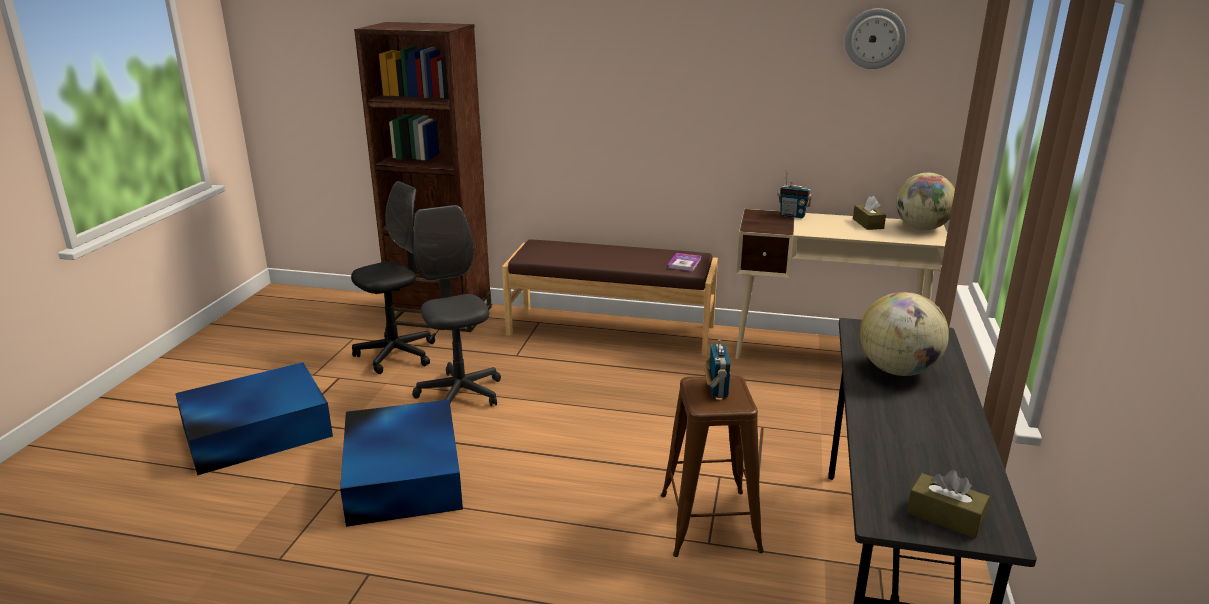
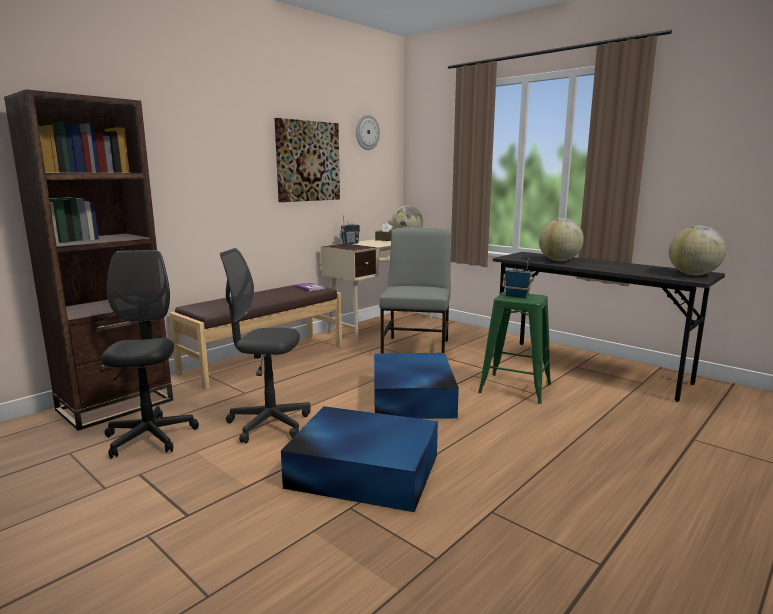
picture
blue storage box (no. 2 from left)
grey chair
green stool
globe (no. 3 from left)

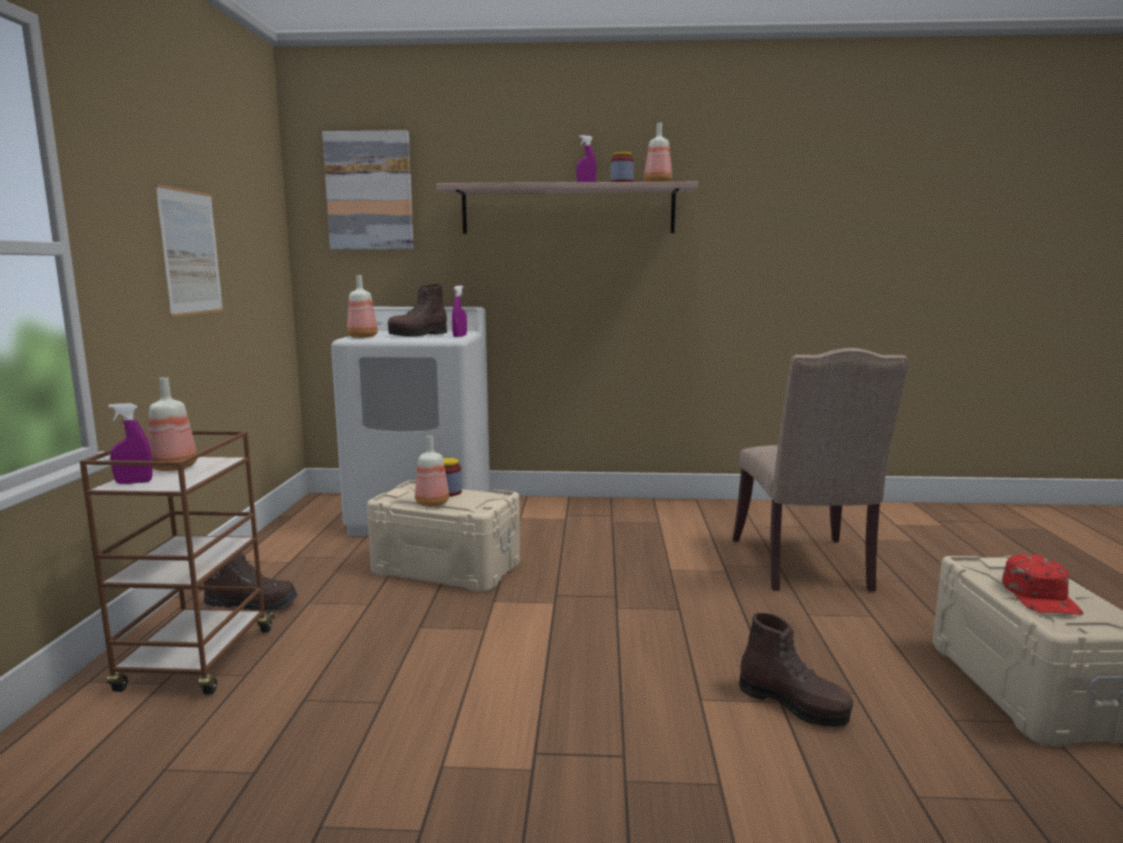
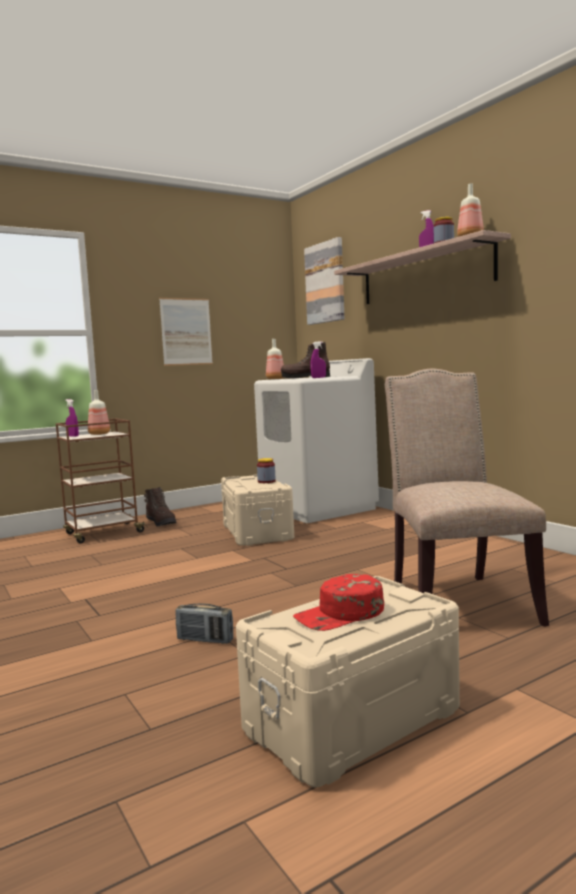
radio
beige chair
bottle (no. 3 from left in the first image)

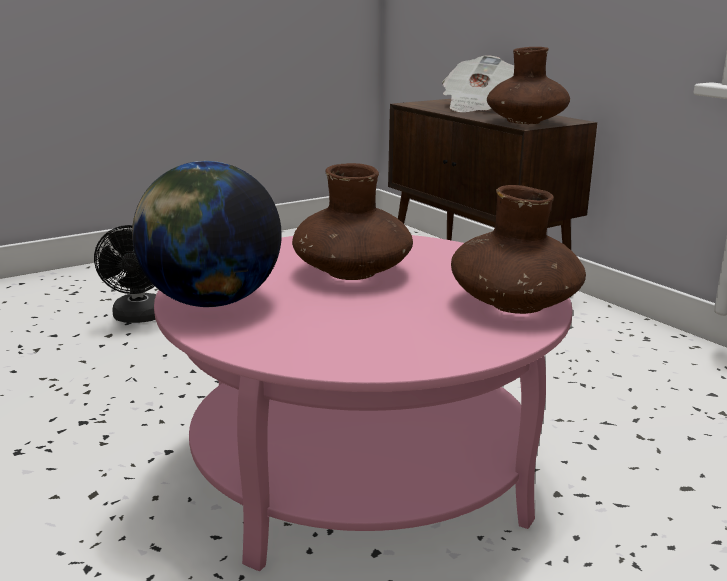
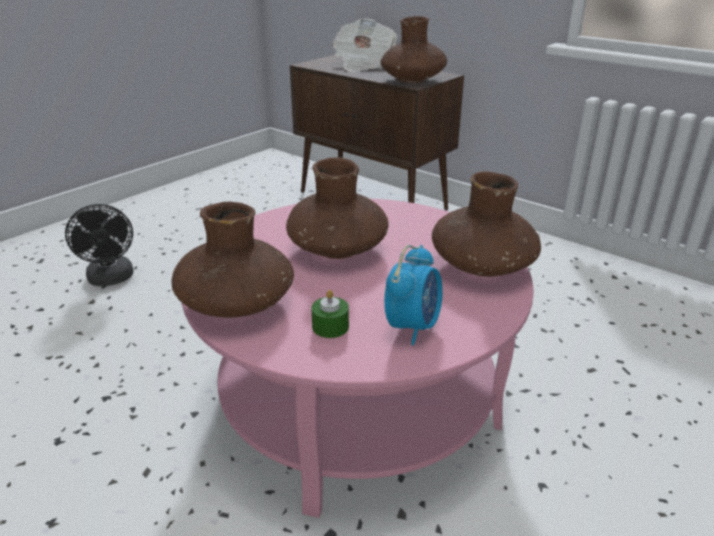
brown vase (no. 1 from left)
green candle
alarm clock

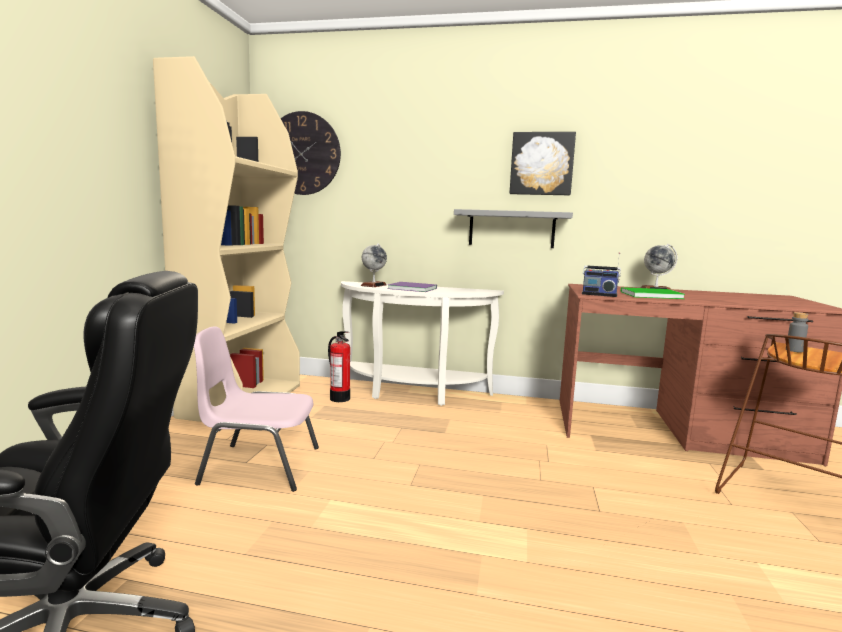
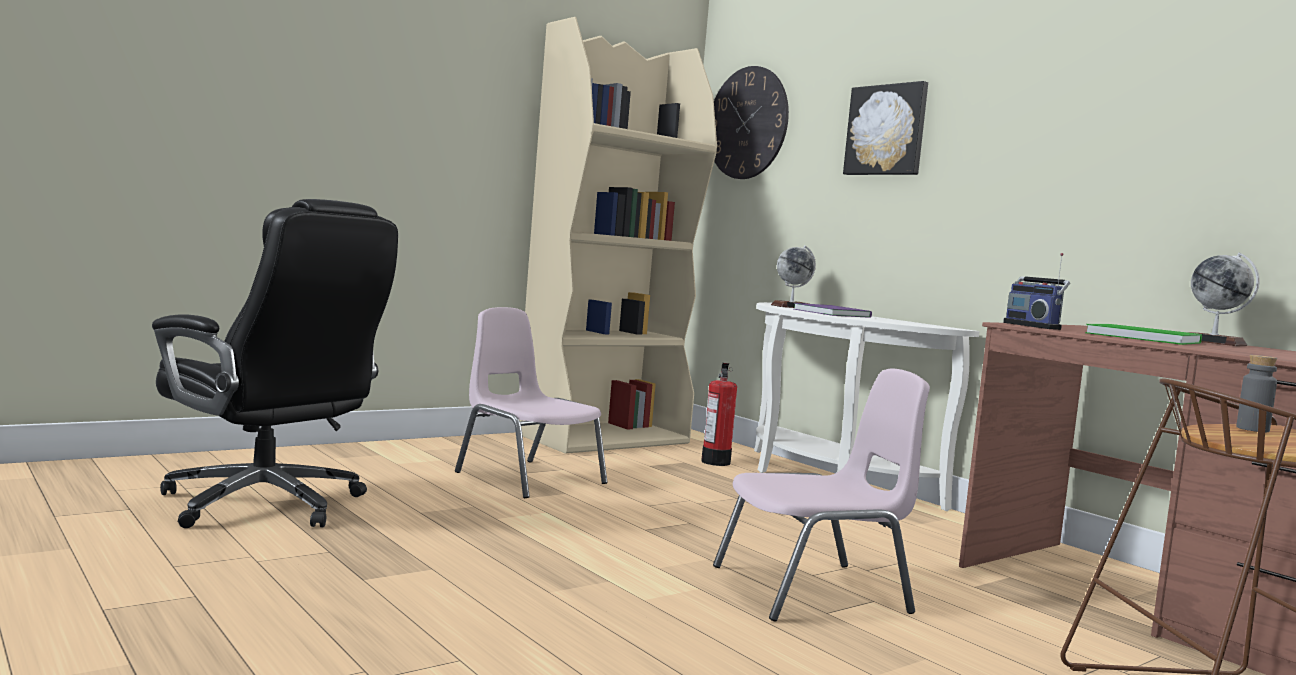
pink chair (no. 2 from left)
picture
grey shelf

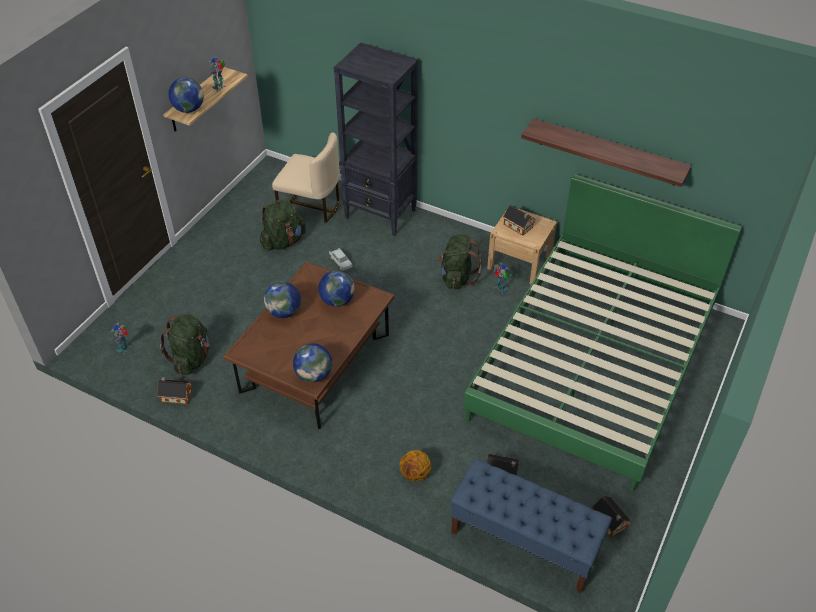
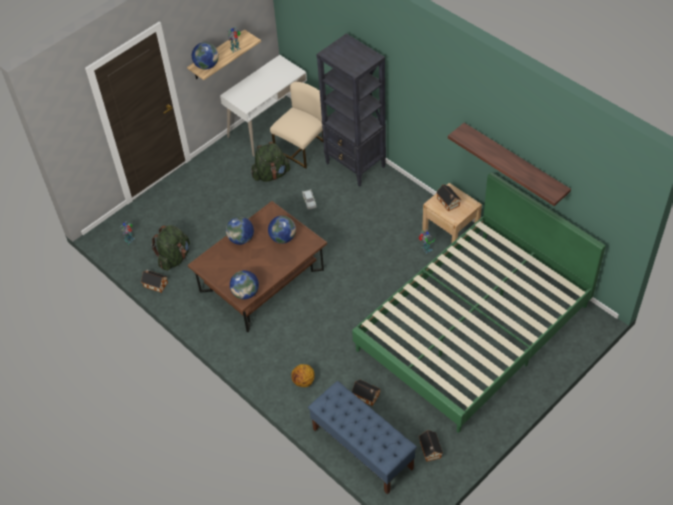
white desk
beige chair
green backpack (no. 3 from left in the first image)

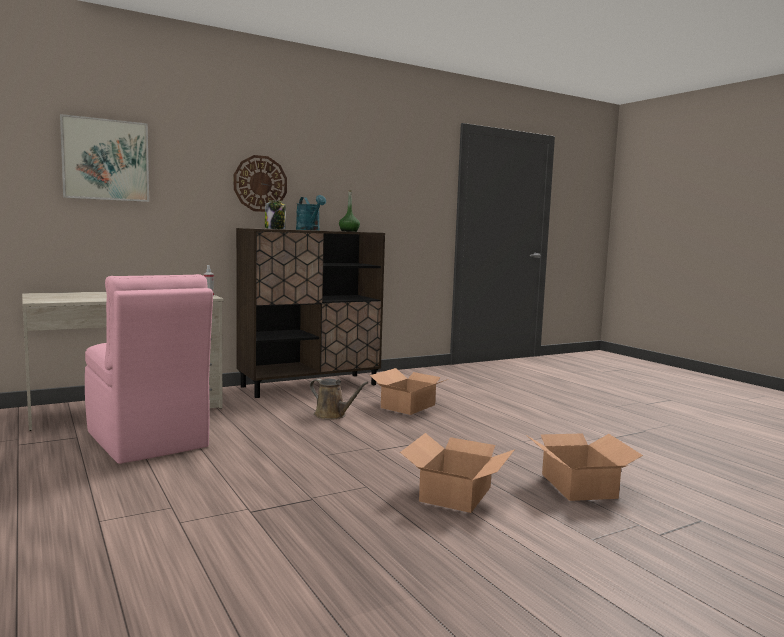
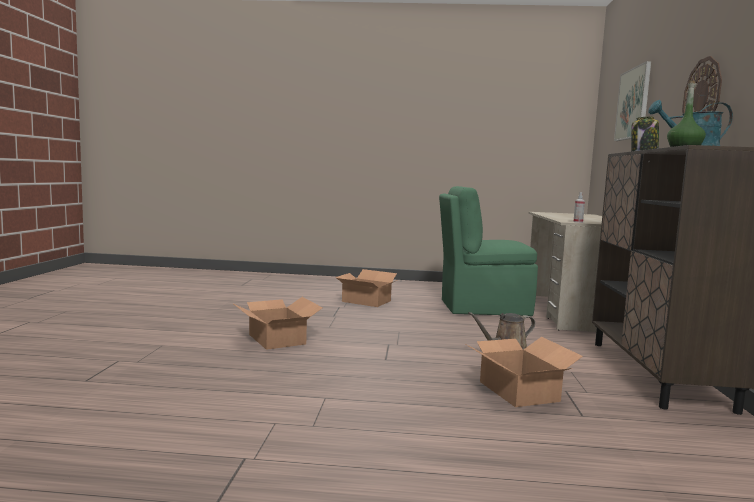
cardboard box (no. 2 from left)
green chair

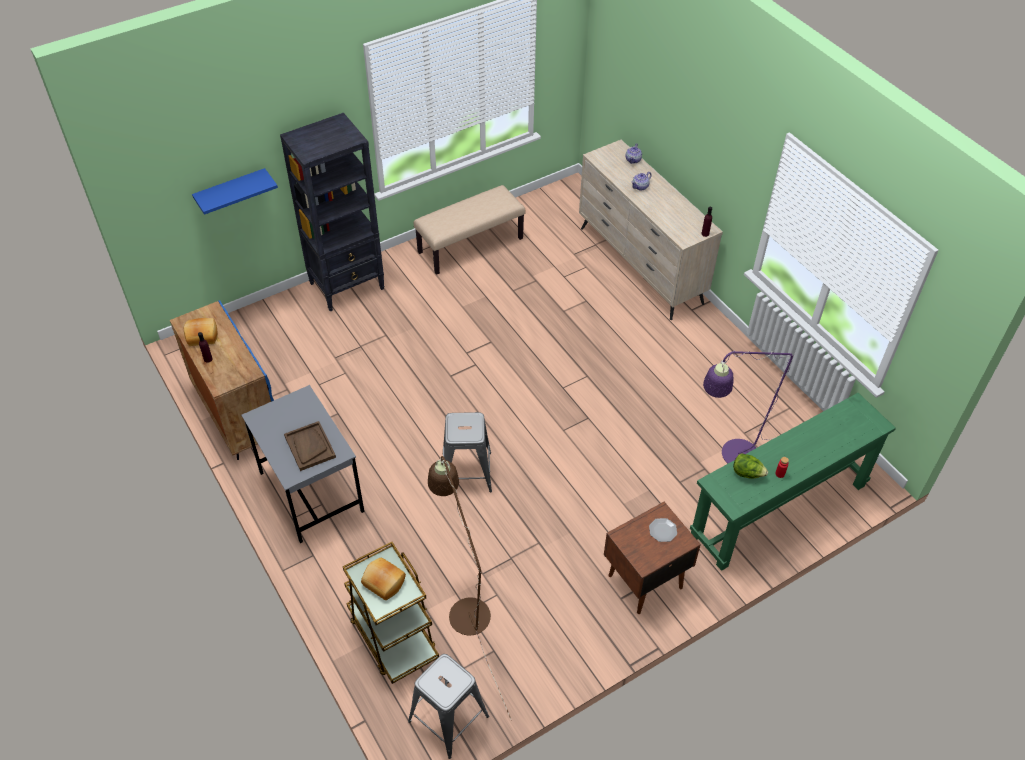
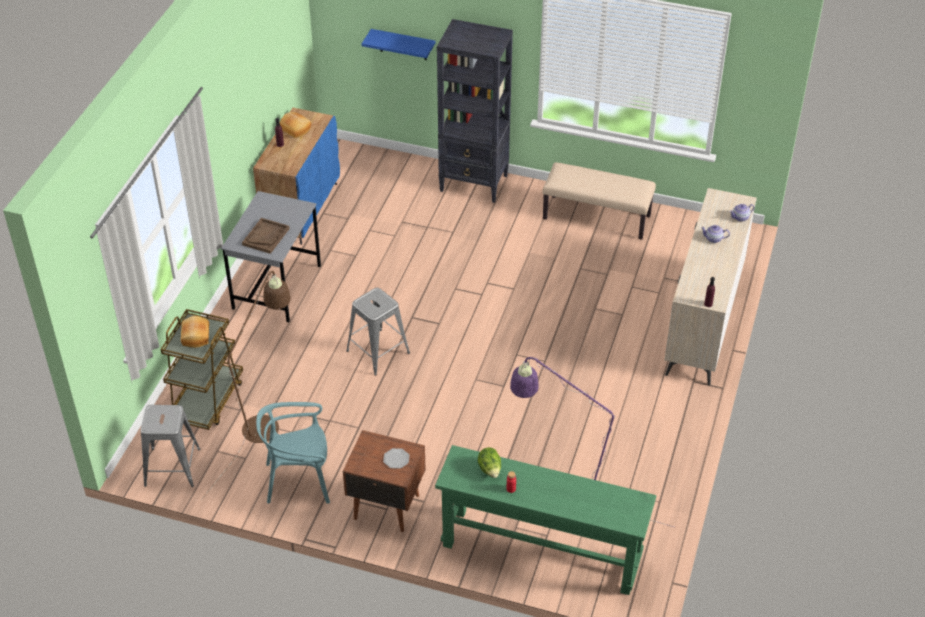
turquoise chair

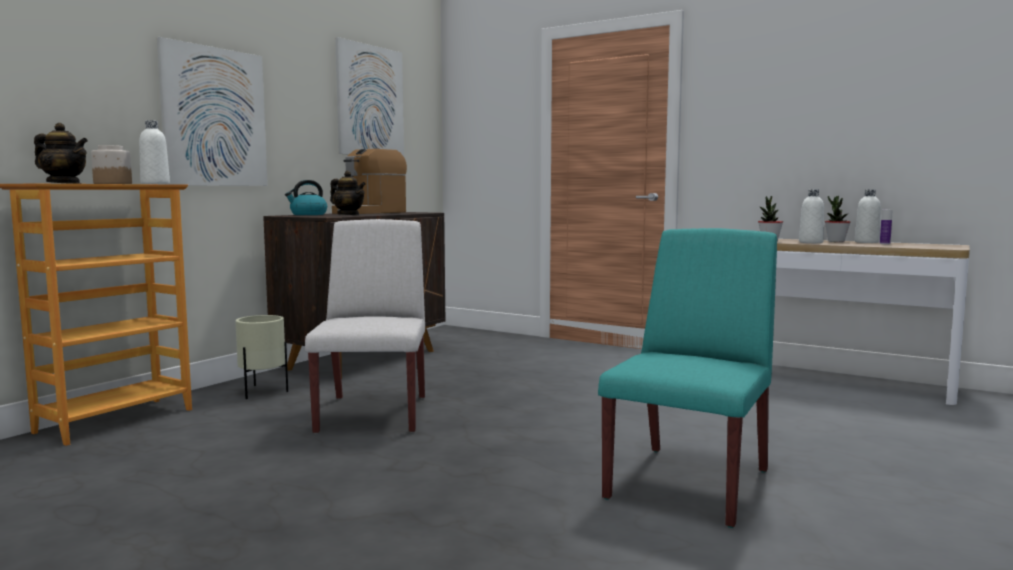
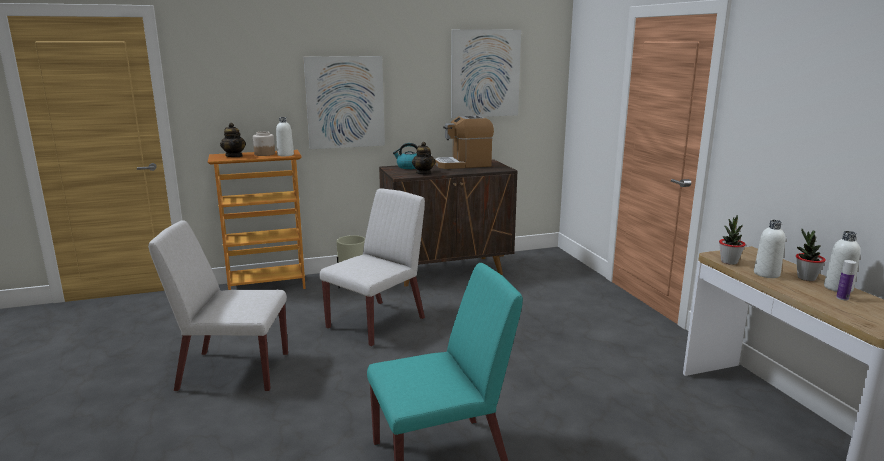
white chair (no. 1 from left)

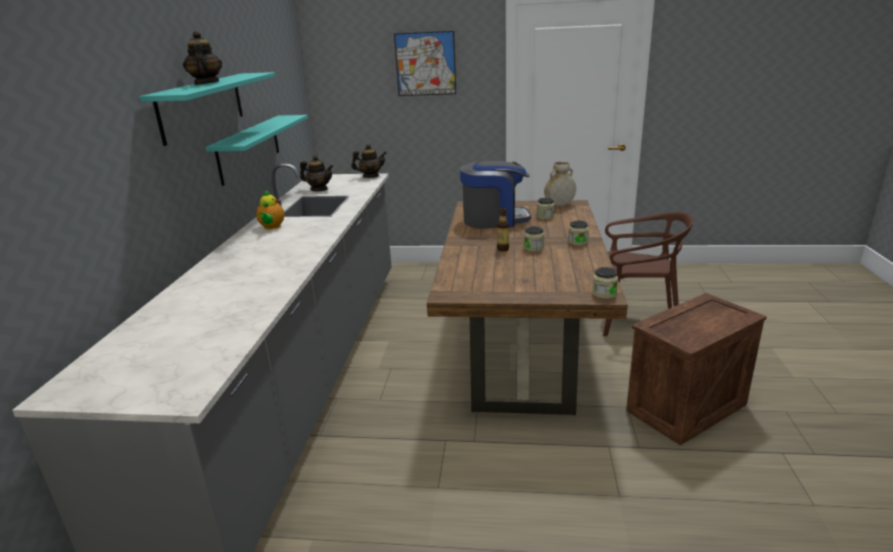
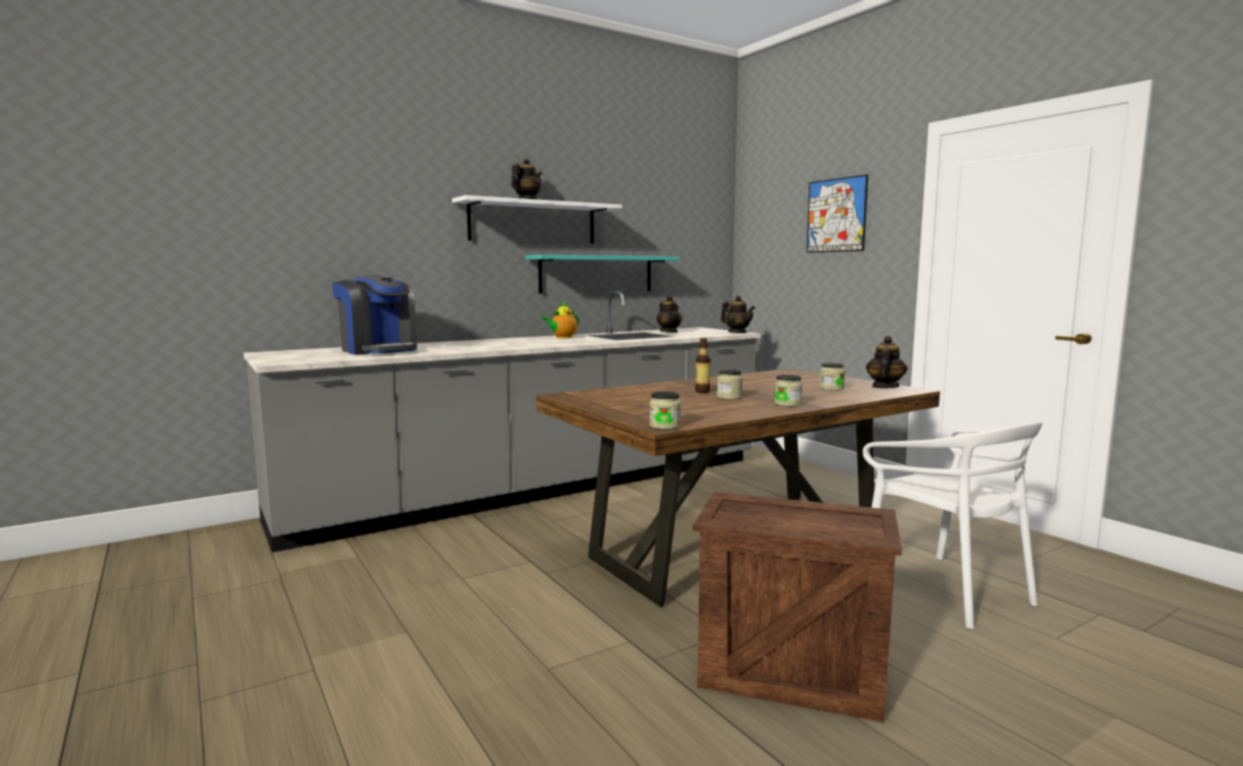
coffee machine
white shelf
white chair
teapot (no. 5 from left)

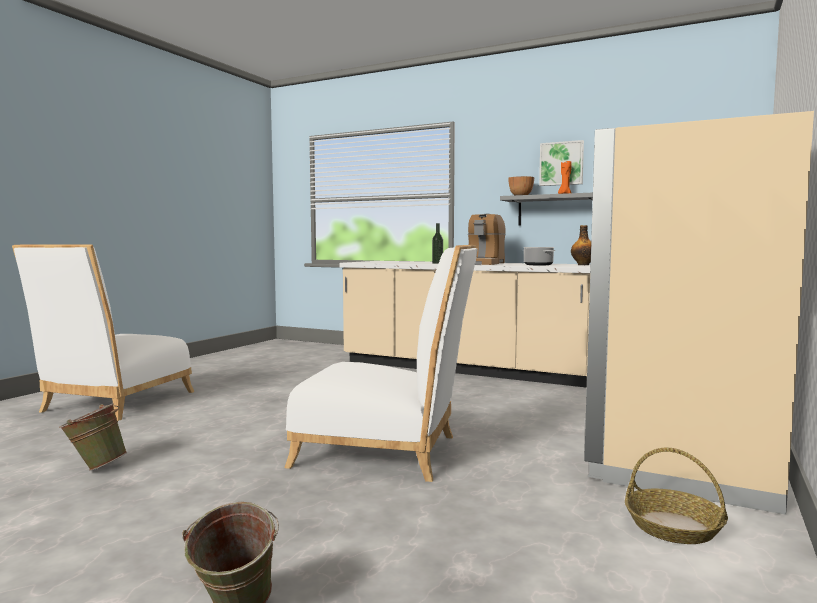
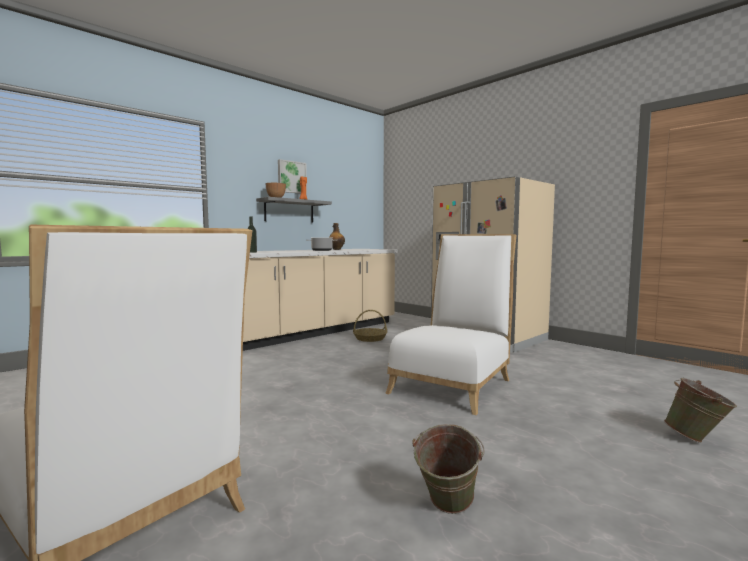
basket
coffee machine

